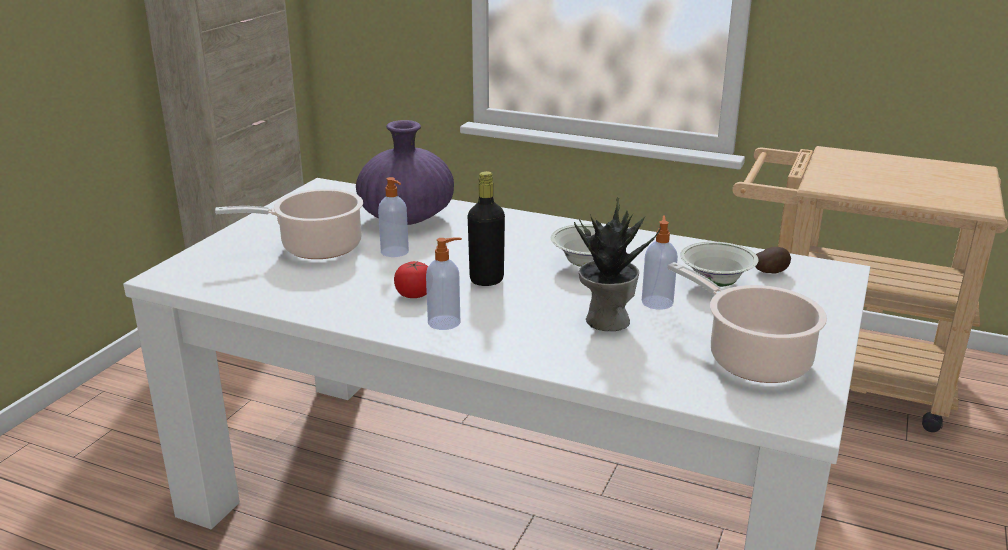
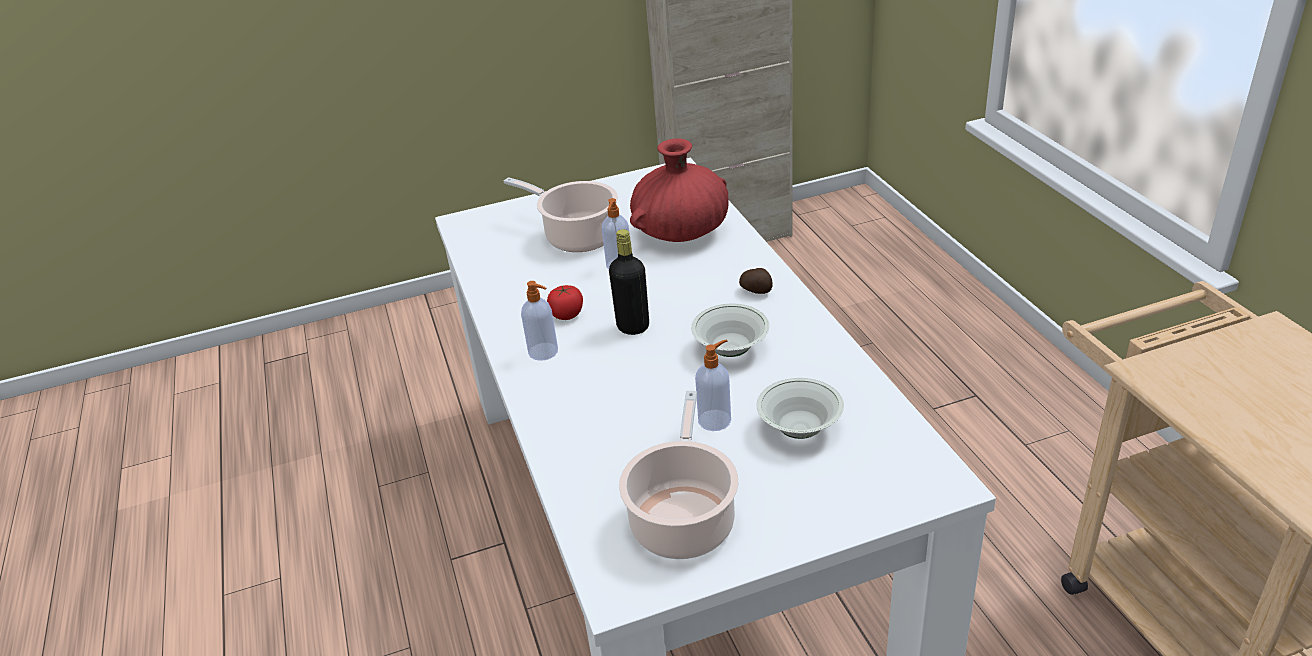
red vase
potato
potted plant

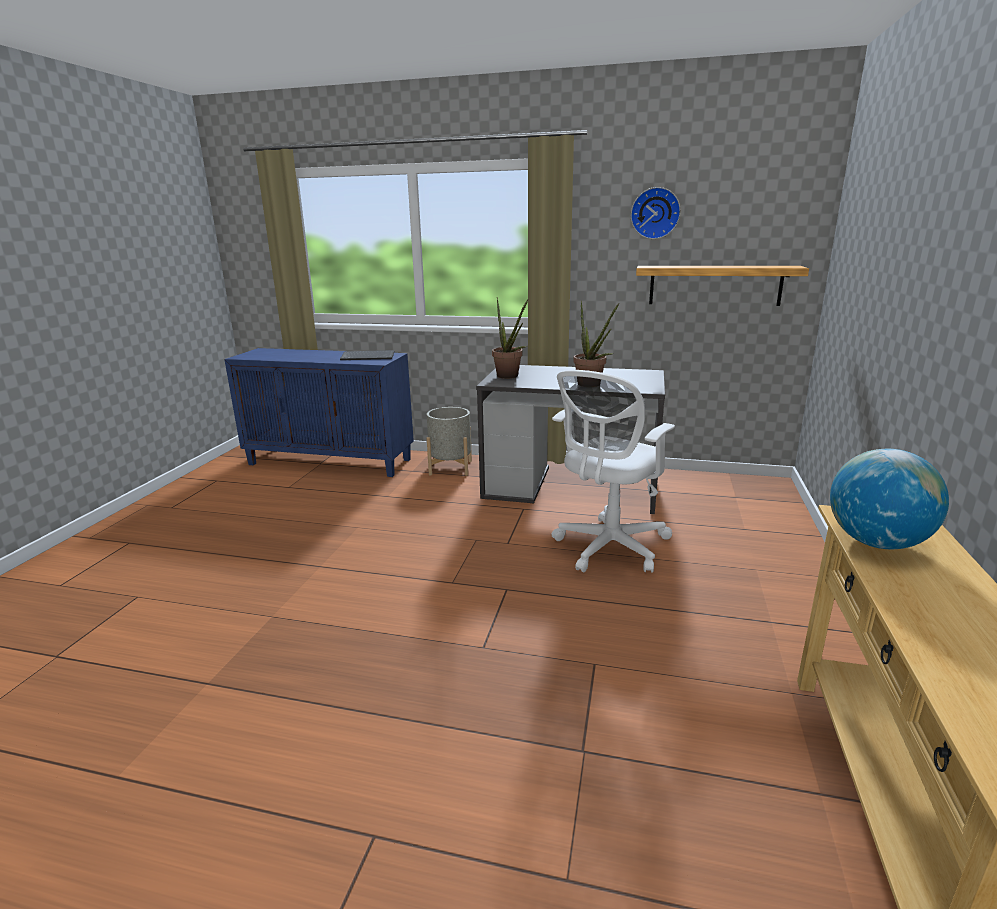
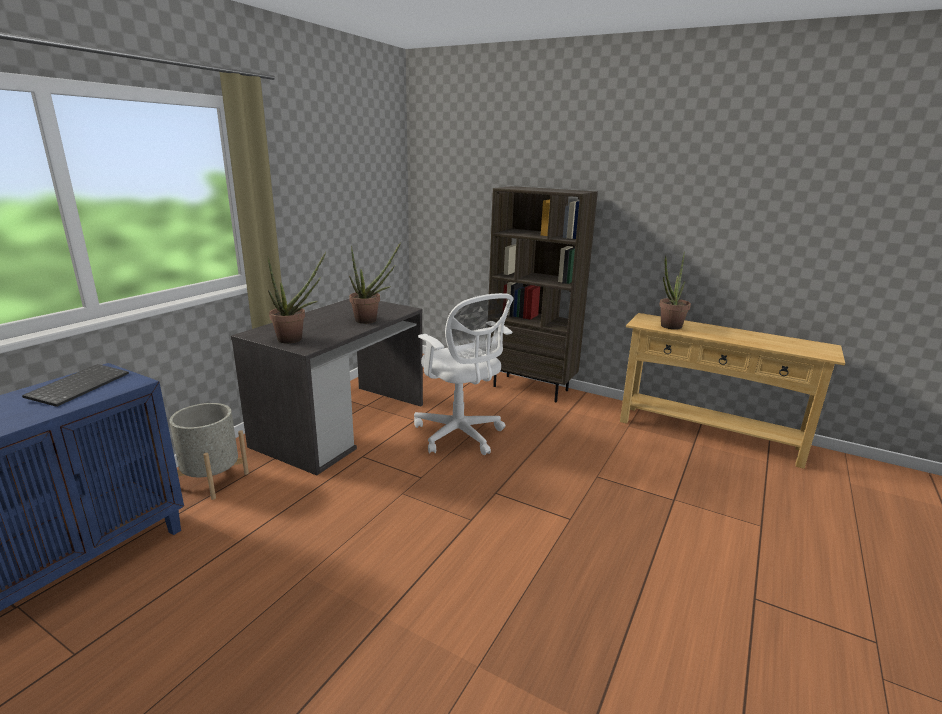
brown bookcase
potted plant (no. 3 from left)
wall clock
shelf

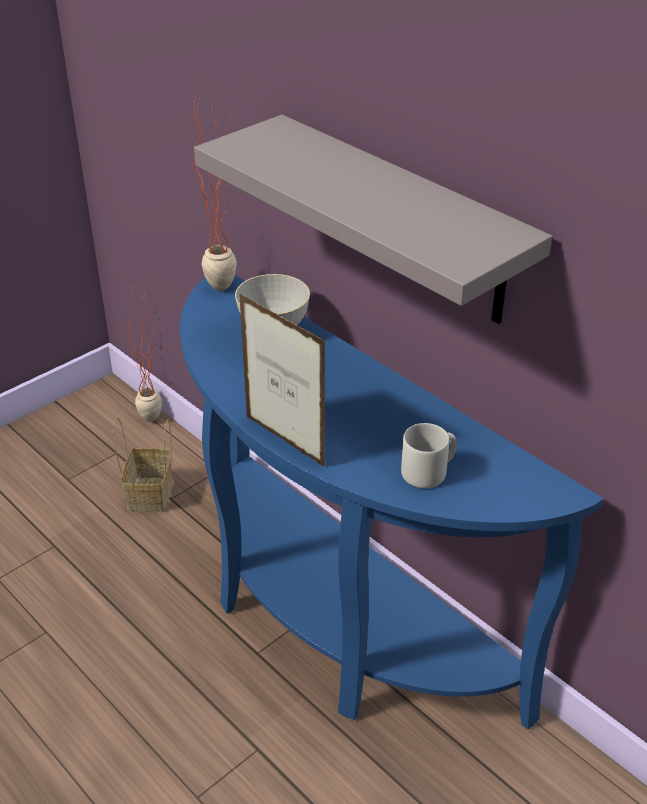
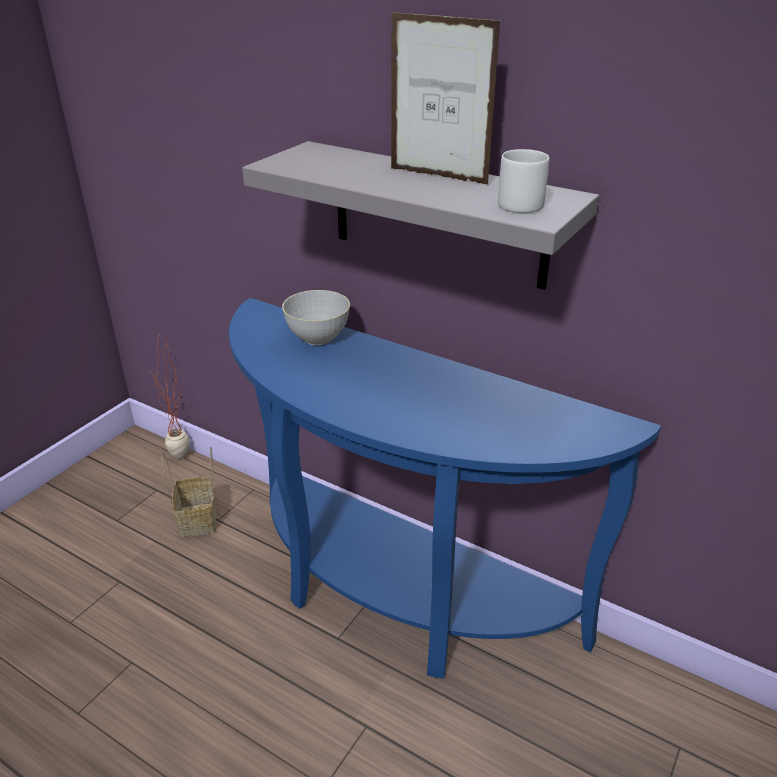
picture frame
grey mug
potted plant (no. 2 from left in the first image)

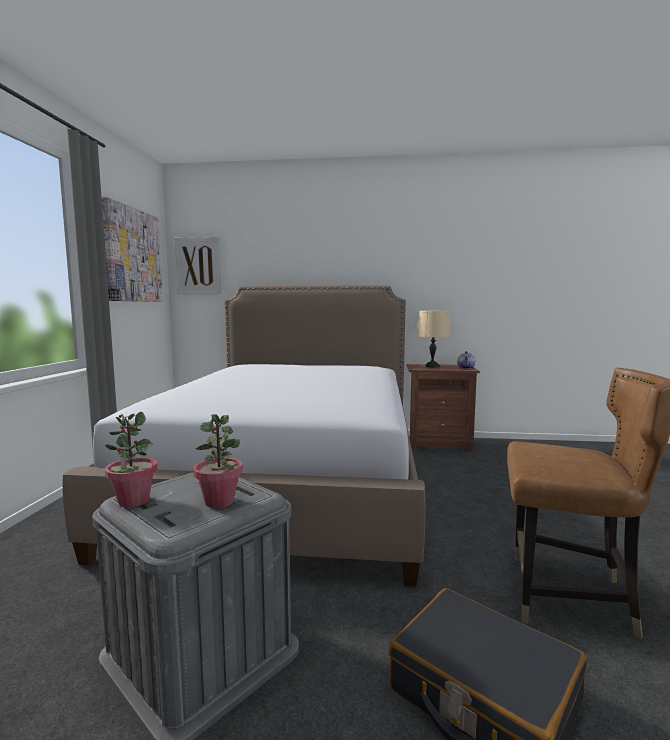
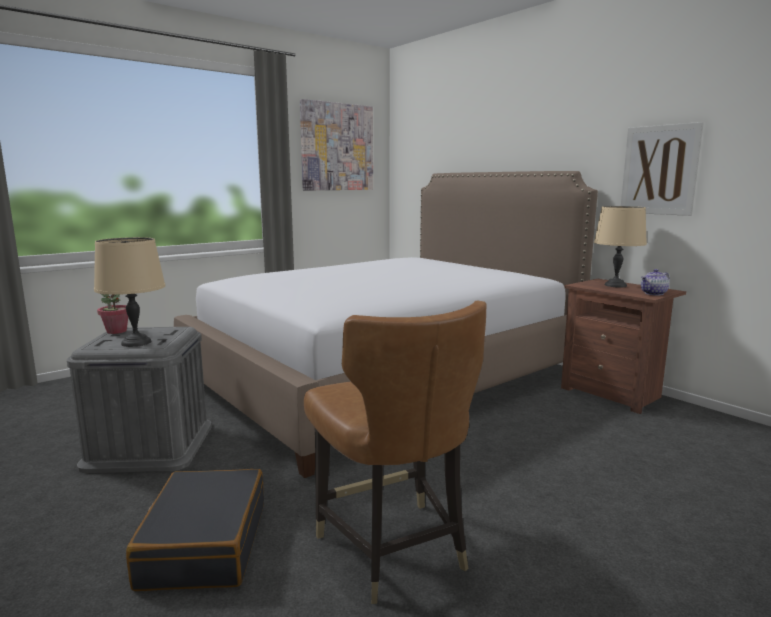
beige table lamp (no. 1 from left)
picture (no. 2 from left)

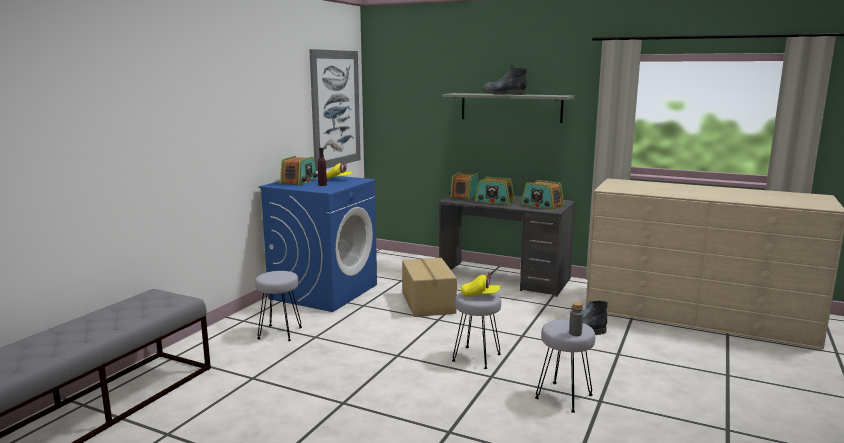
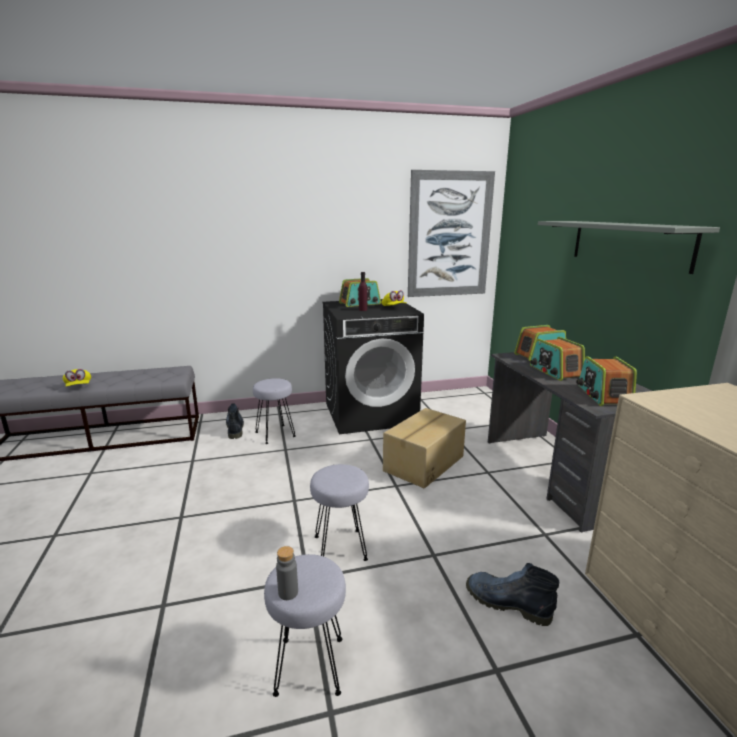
yellow cap (no. 1 from left)
boot (no. 1 from left)
black washing machine

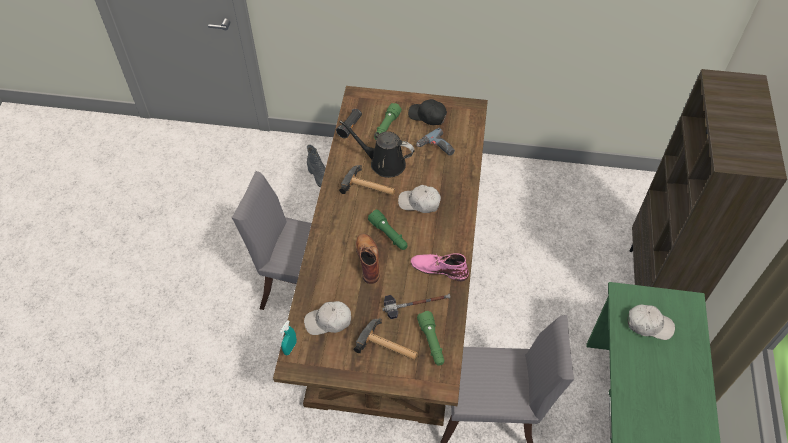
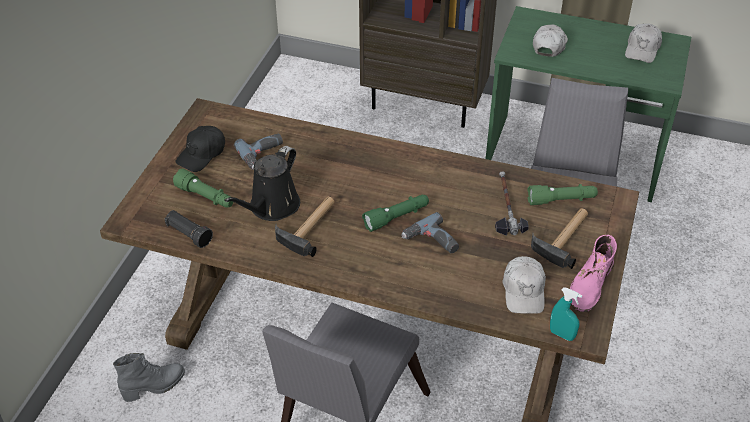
power drill (no. 2 from left)
pink boot
white cap (no. 3 from left)

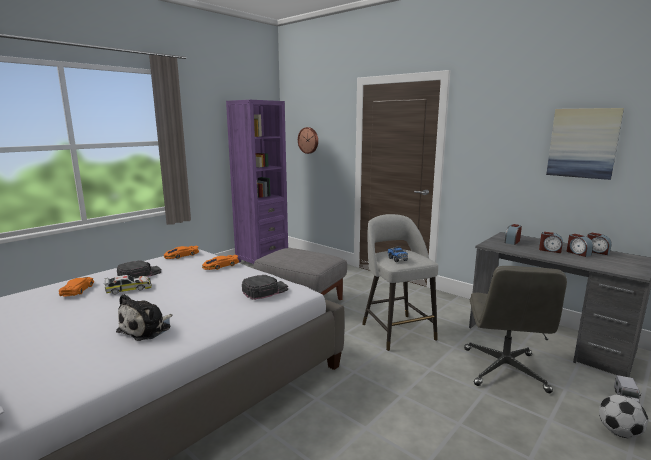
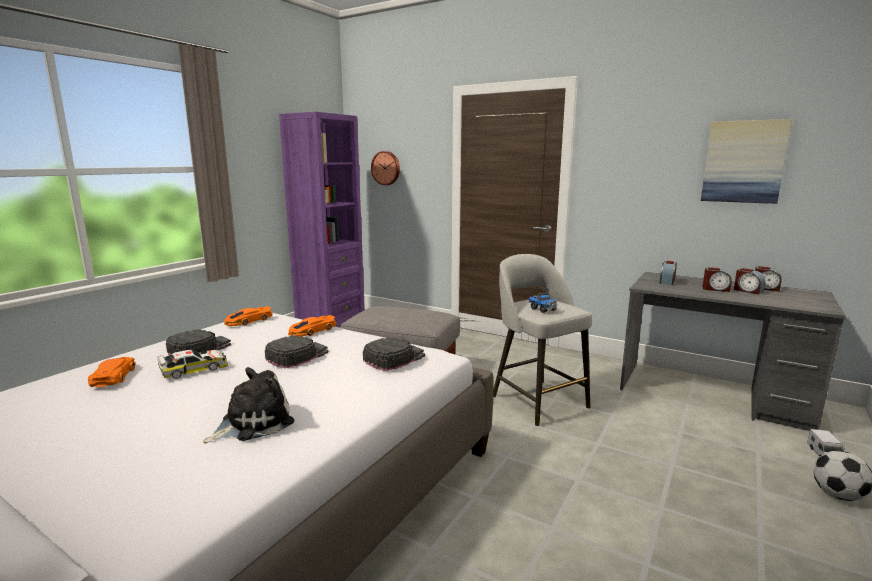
plush toy
black cap (no. 2 from left)
grey office chair

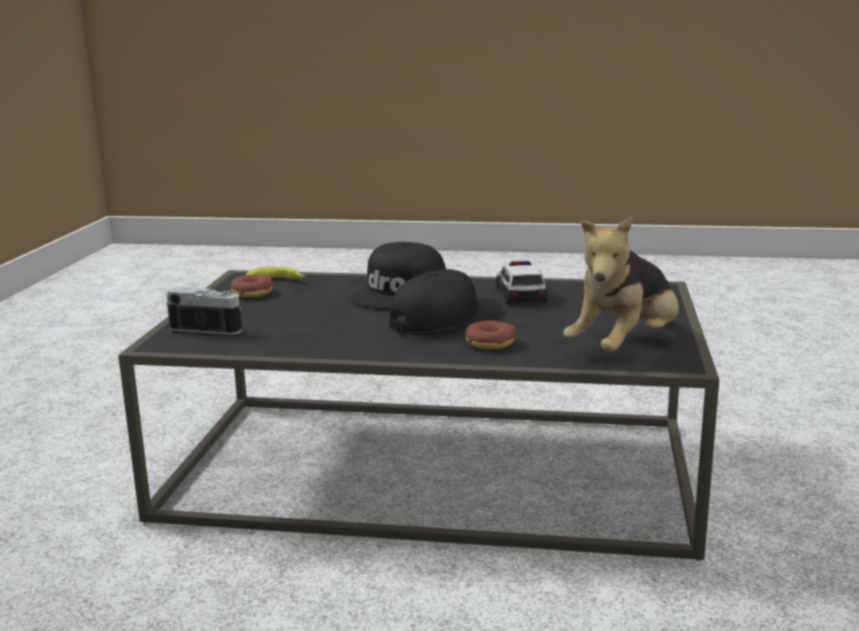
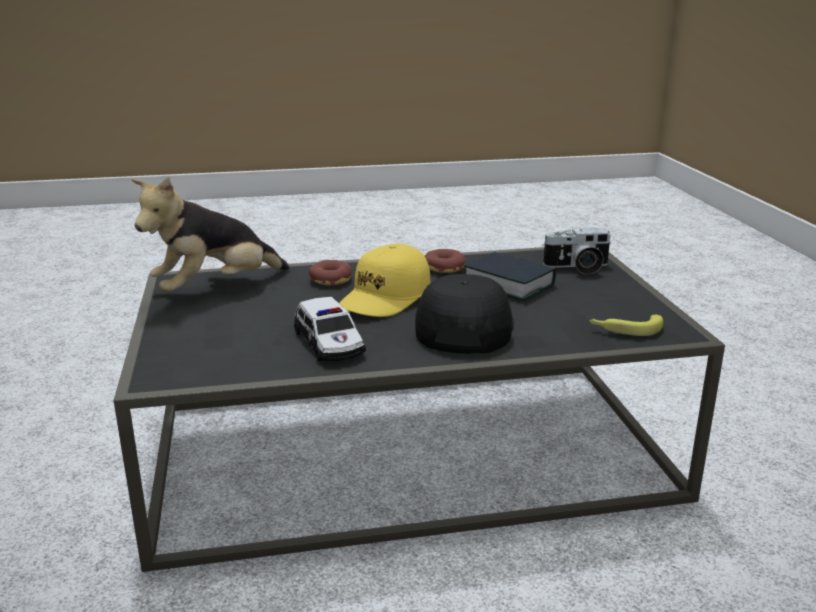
plush toy
yellow cap
donut (no. 2 from left)
book

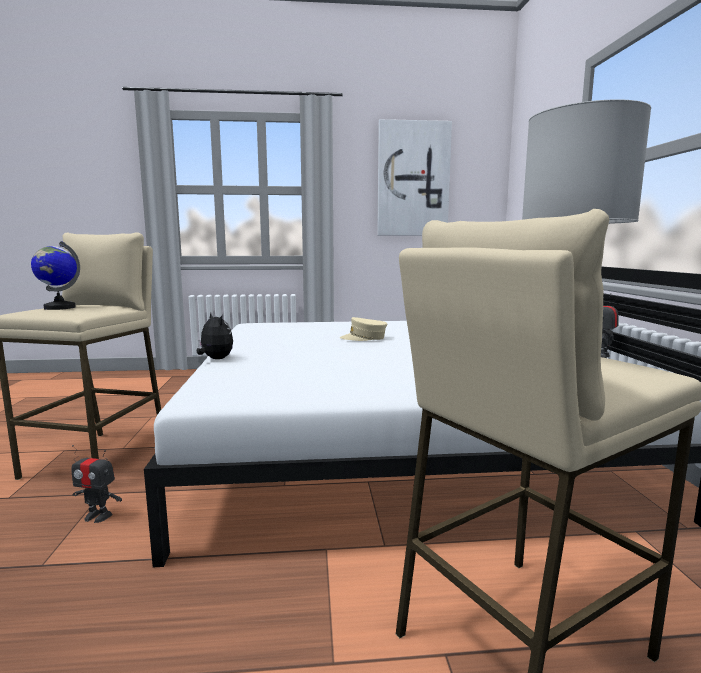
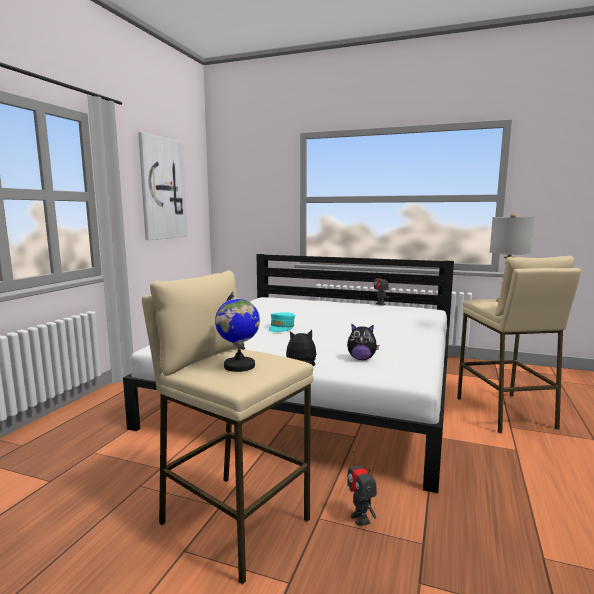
turquoise cap
plush toy (no. 2 from left)
toy robot (no. 1 from left)

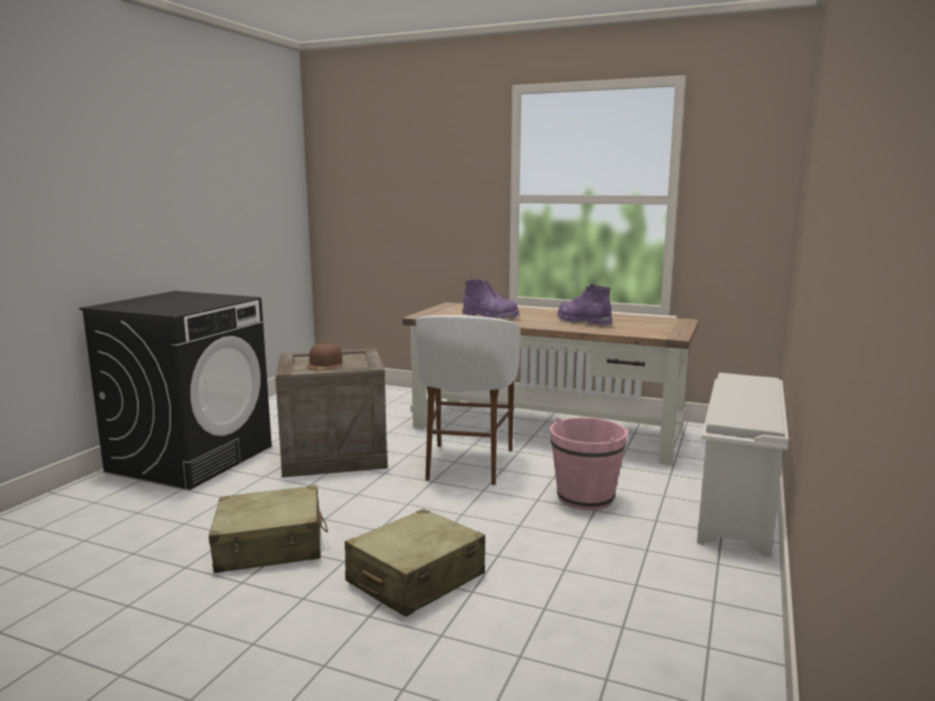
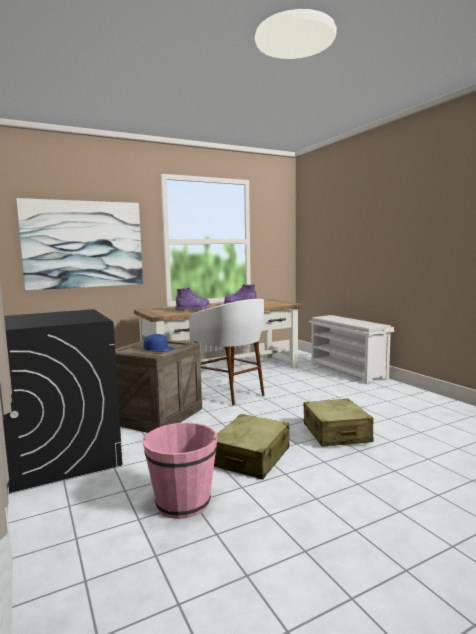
picture
blue cap
pink bucket

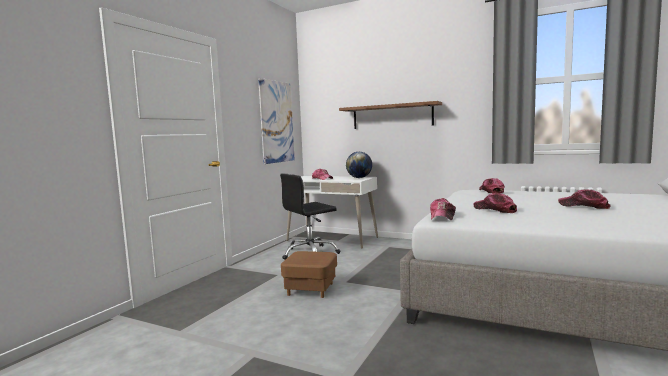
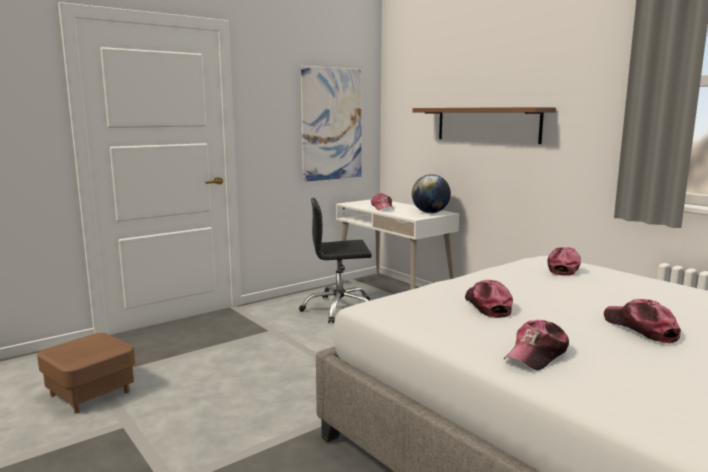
brown ottoman
cap (no. 3 from left)

